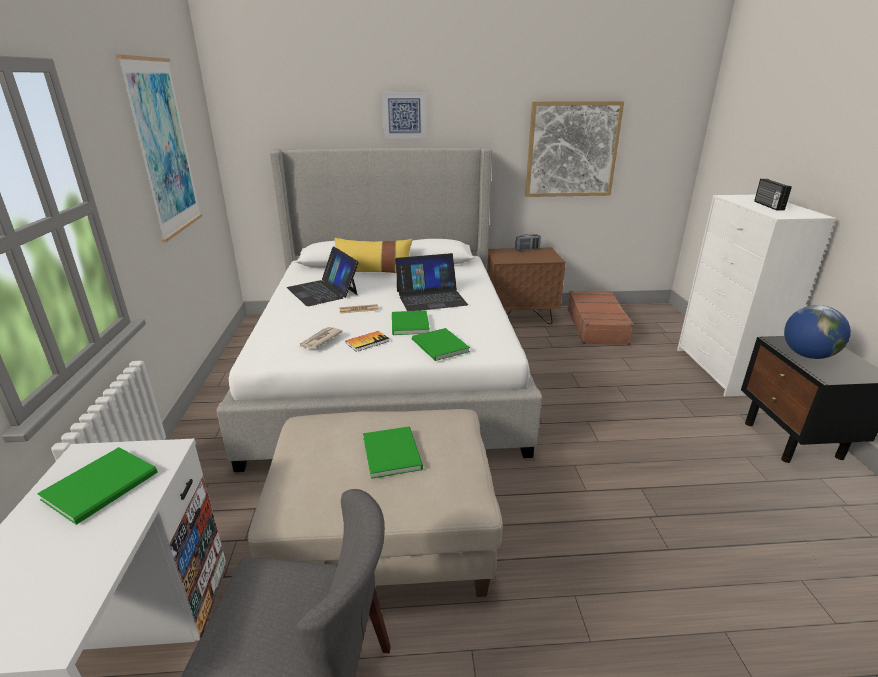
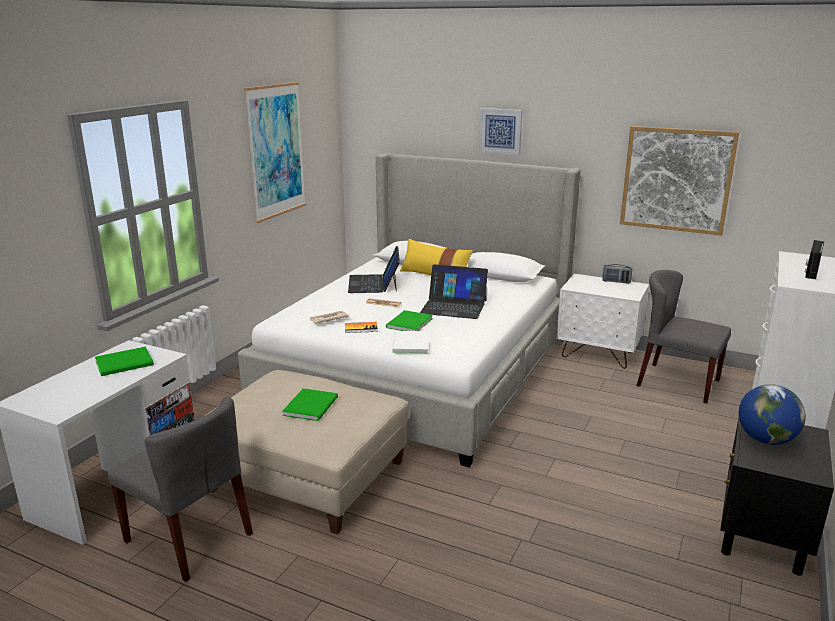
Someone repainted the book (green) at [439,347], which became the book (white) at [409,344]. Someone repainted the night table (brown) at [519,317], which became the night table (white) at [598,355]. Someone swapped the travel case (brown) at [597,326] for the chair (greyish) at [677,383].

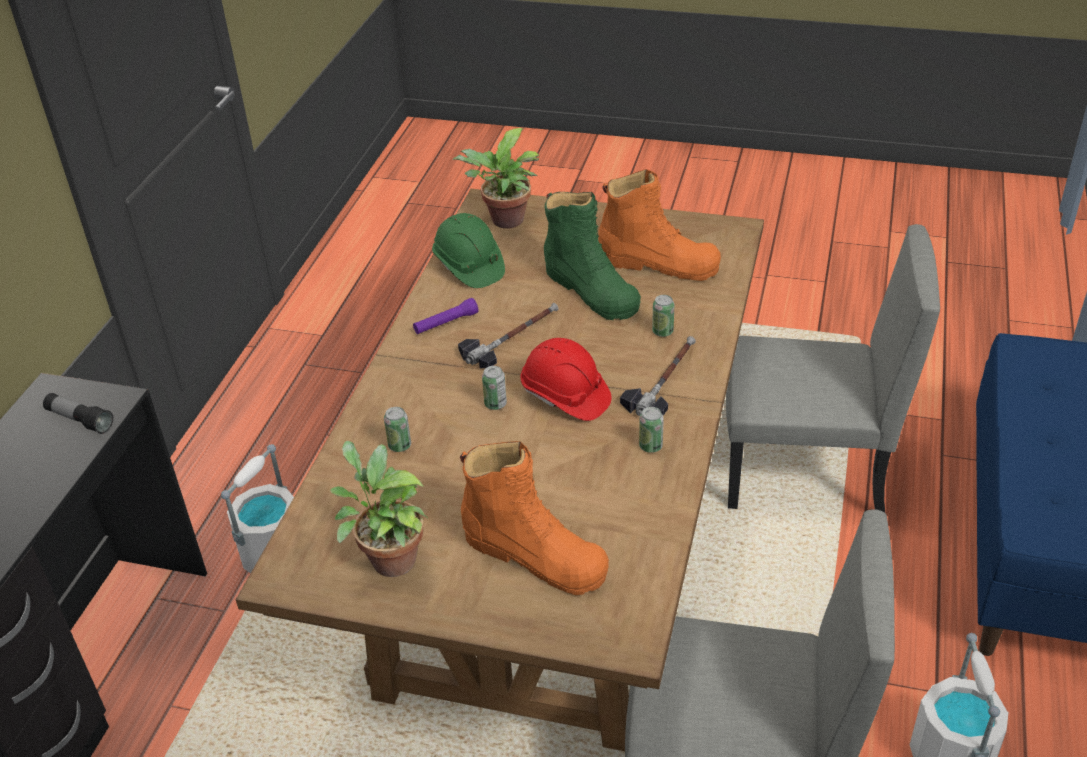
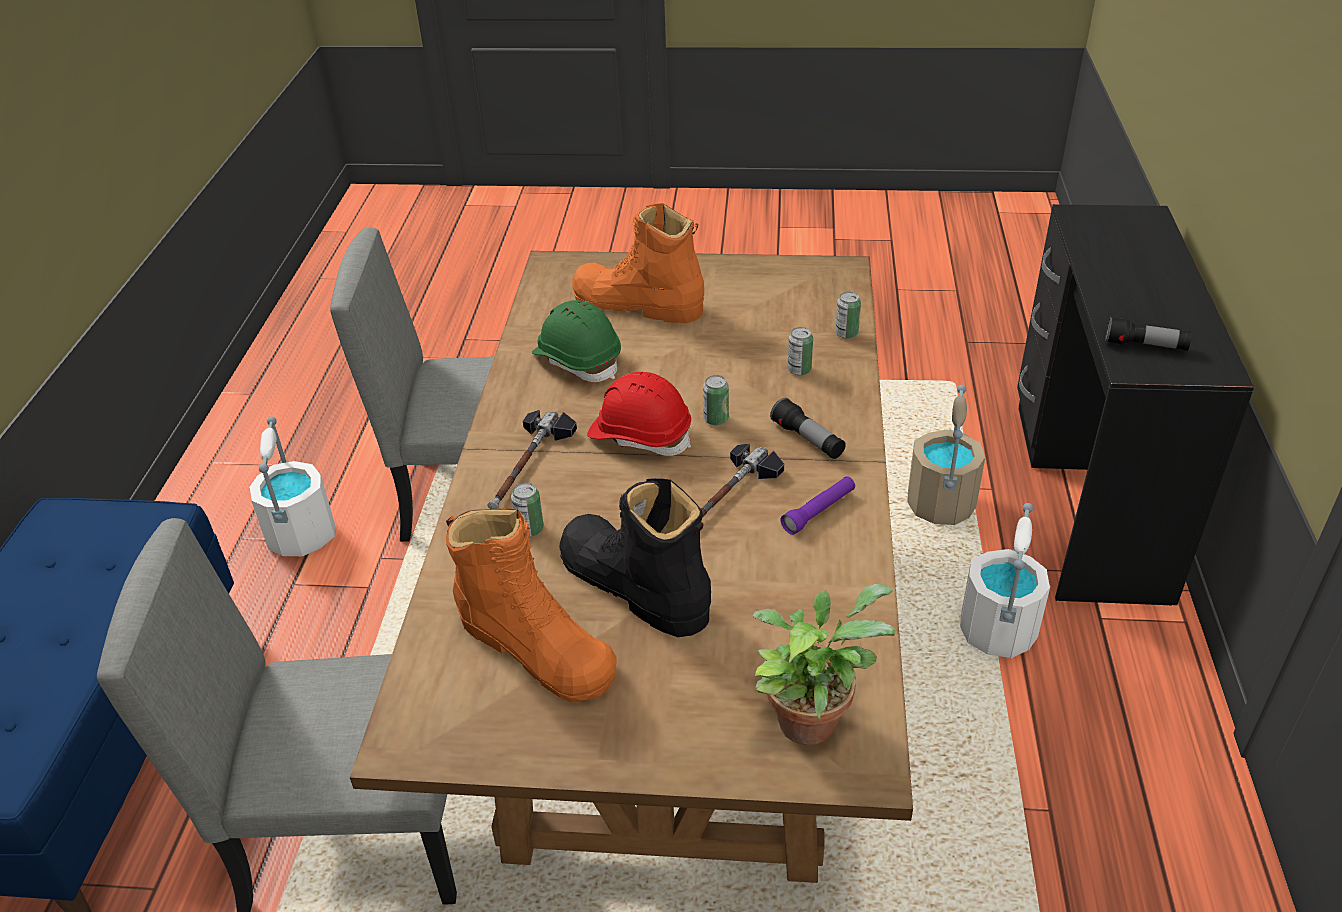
Someone rotated the tall boot (orange-coloured) at [659,263] by 150 degrees counterclockwise. Someone carried the work helmet (green) from [468,266] to [578,360]. Someone repainted the tall boot (green) at [591,290], which became the tall boot (black-coloured) at [634,586]. Someone put down the flashlight at [807,440]. Someone carried the sealed can from [650,446] to [846,333]. Someone put down the pail (sand-coloured) at [941,504]. Someone took away the potted plant at [388,558].

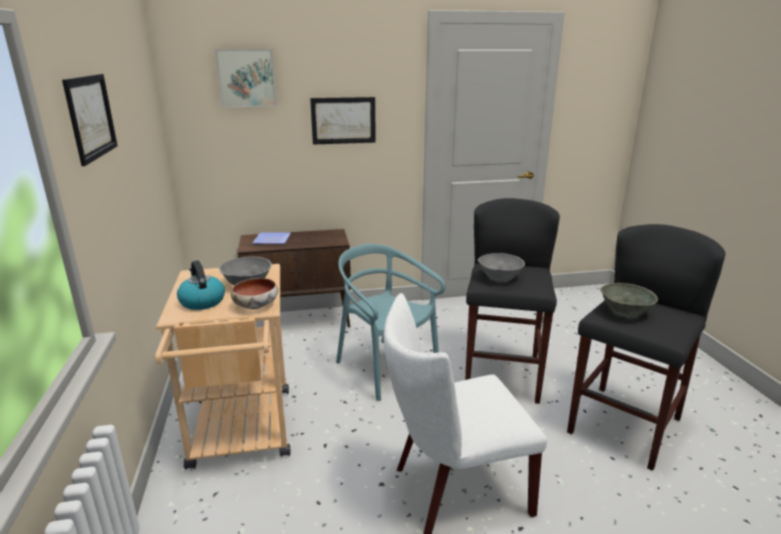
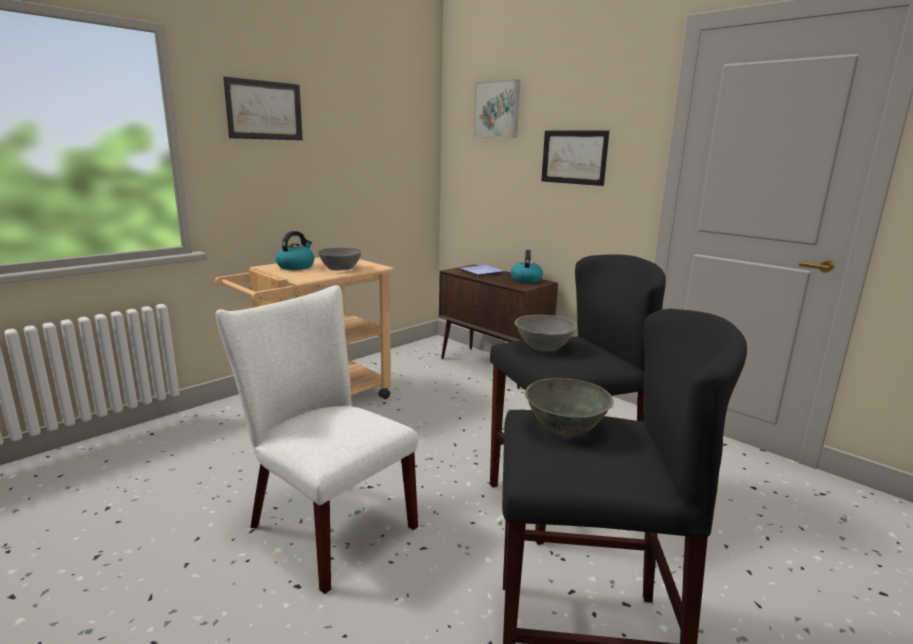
Someone put down the water kettle at [526,280]. Someone took away the deep dish at [256,305]. Someone took away the chair (turquoise-coloured) at [385,368].

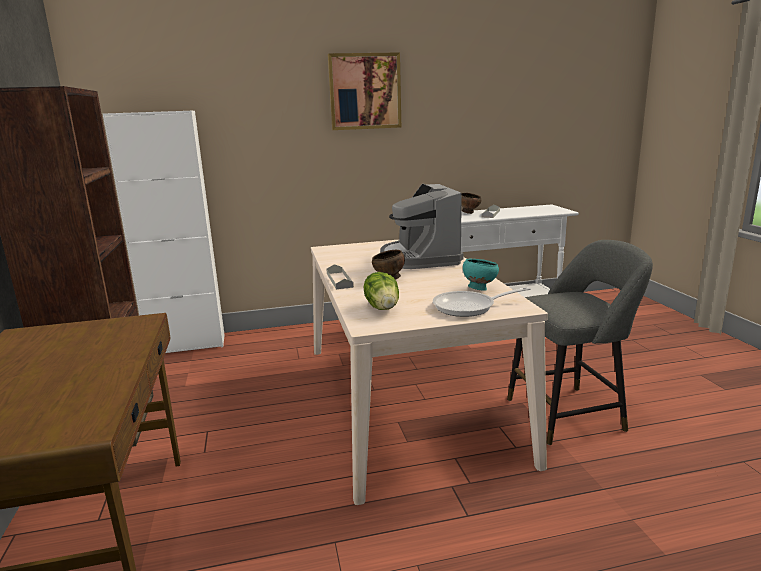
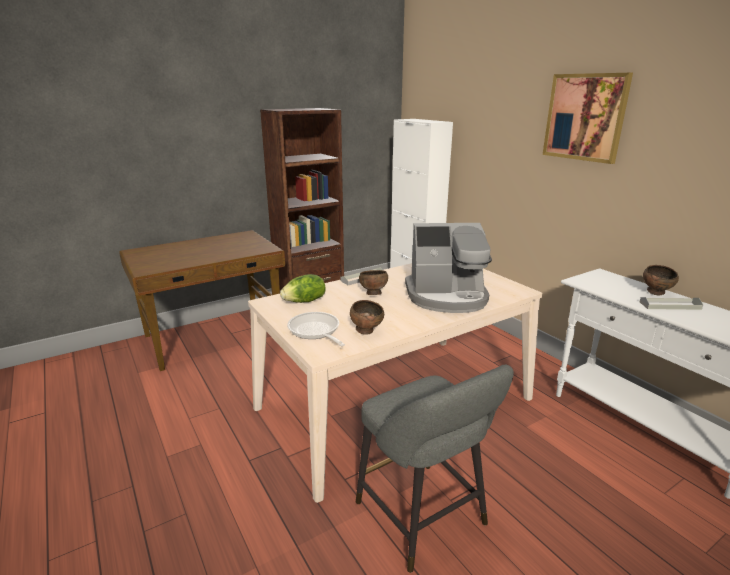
Someone repainted the deep dish (turquoise-coloured) at [479,289], which became the deep dish (brown) at [367,331]. Someone rotated the coffee maker at [419,258] by 150 degrees counterclockwise.

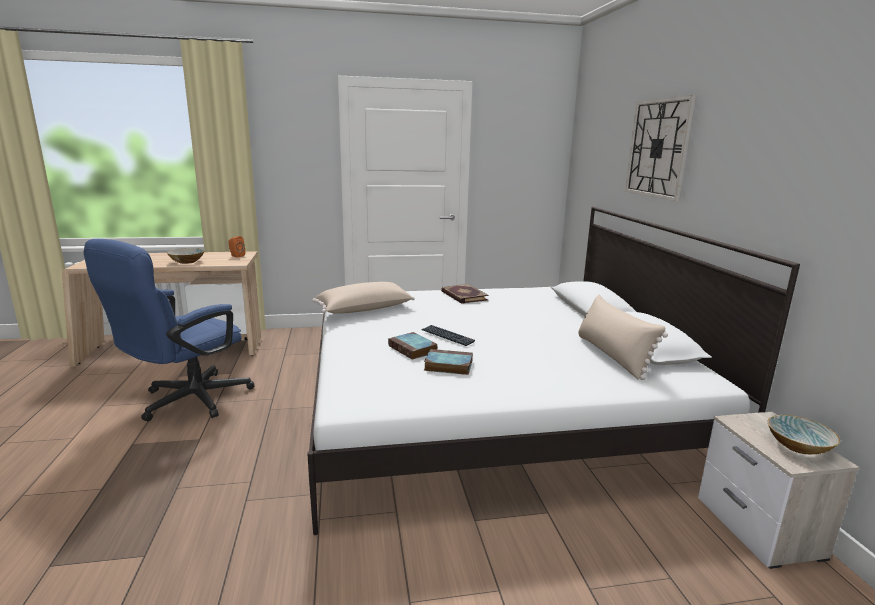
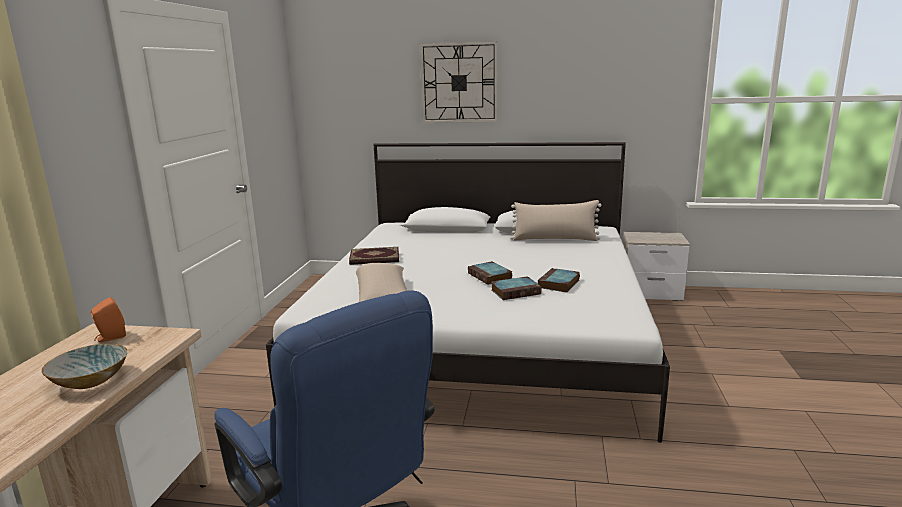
Someone swapped the PC keyboard at [447,336] for the book at [490,276]. Someone took away the deep dish at [799,446].

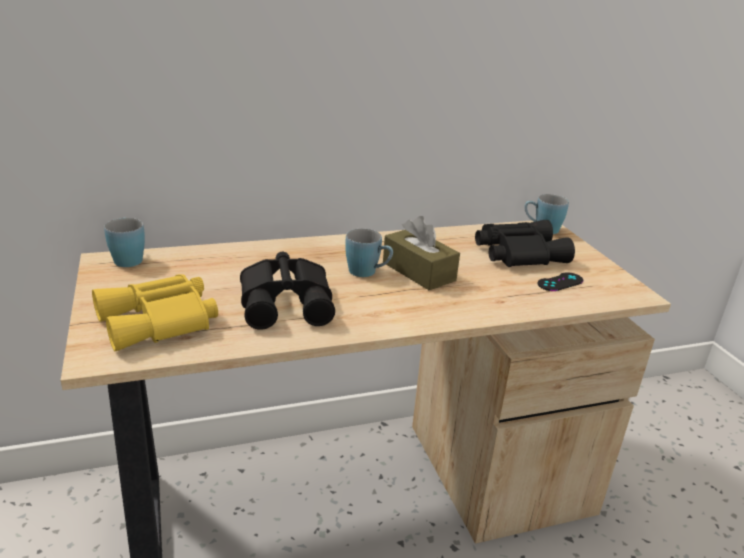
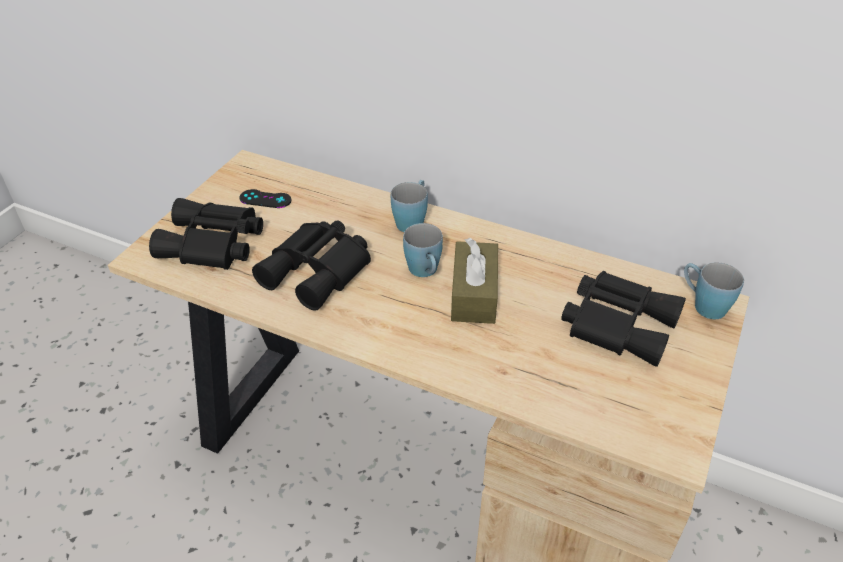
Someone repainted the pair of binoculars (yellow-coloured) at [160,322], which became the pair of binoculars (black-coloured) at [212,245]. Someone carried the game controller (black-coloured) from [560,282] to [265,199]. Someone carried the mug (blue) from [128,258] to [412,220].

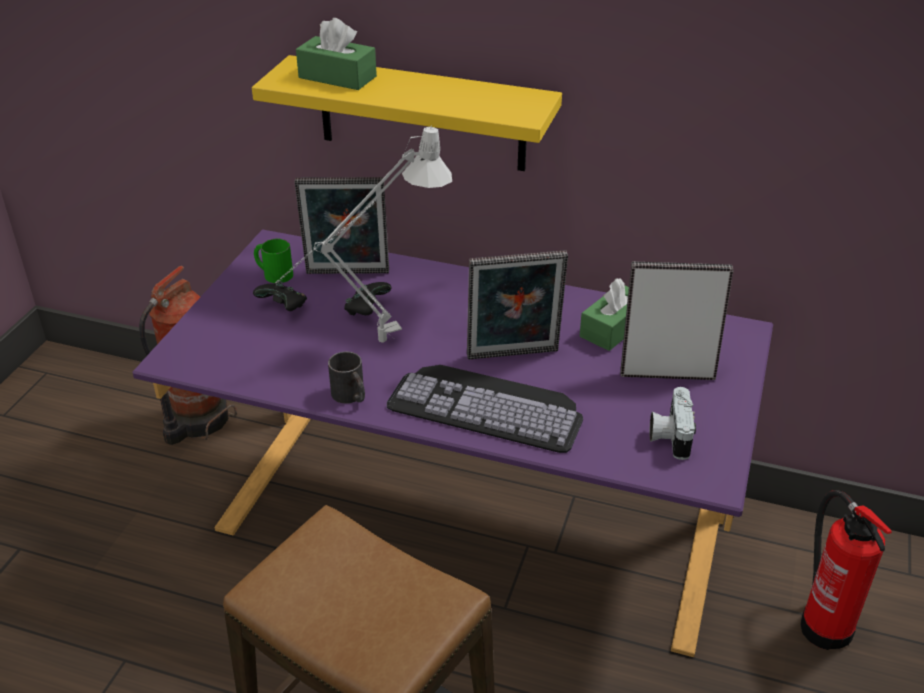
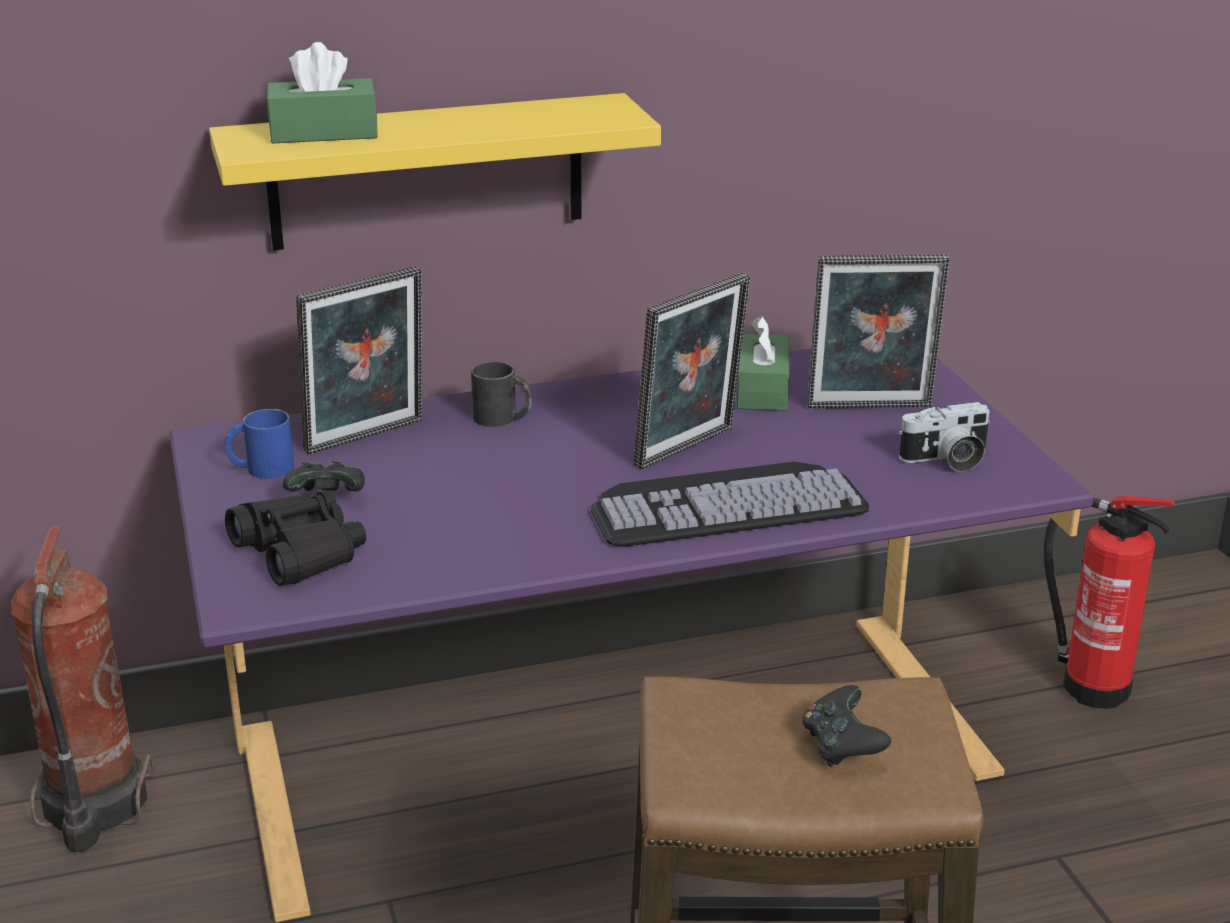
Someone repainted the mug (green) at [273,273], which became the mug (blue) at [261,468]. Someone put down the pair of binoculars (black-coloured) at [300,552]. Someone carried the mug (black-coloured) from [351,396] to [503,418]. Someone carried the game controller (black-coloured) from [367,309] to [841,746]. Someone rotated the standing frame at [666,372] by 150 degrees counterclockwise. Someone rotated the photo camera at [669,435] by 75 degrees counterclockwise. Someone took away the tabletop lamp (greyish) at [371,346].

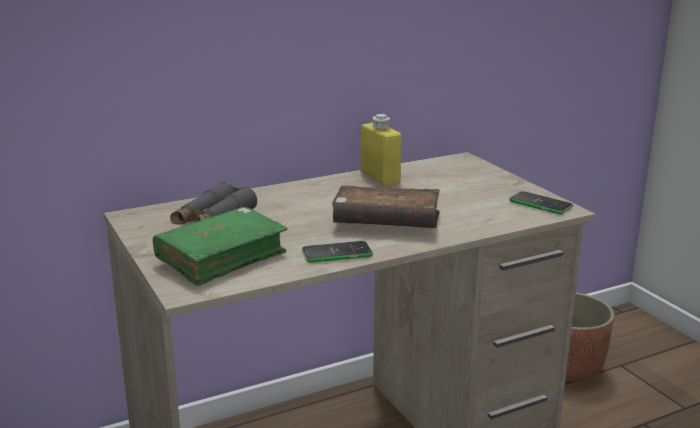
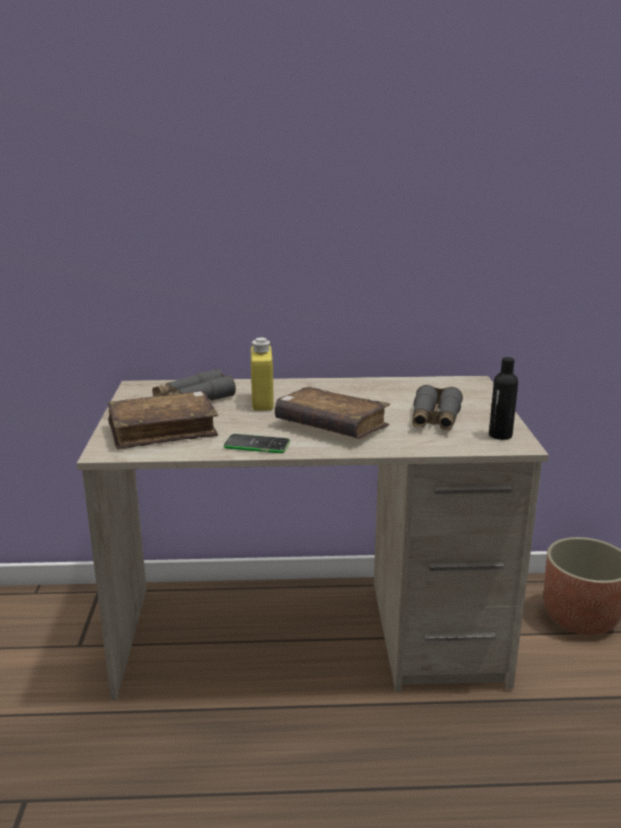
Someone repainted the book (green) at [221,257], which became the book (brown) at [163,431]. Someone carried the drink bottle (yellow-coloured) from [380,178] to [262,402]. Someone put down the pair of binoculars (greyish) at [435,419]. Someone swapped the telephone at [540,204] for the drink bottle (black-coloured) at [500,435].

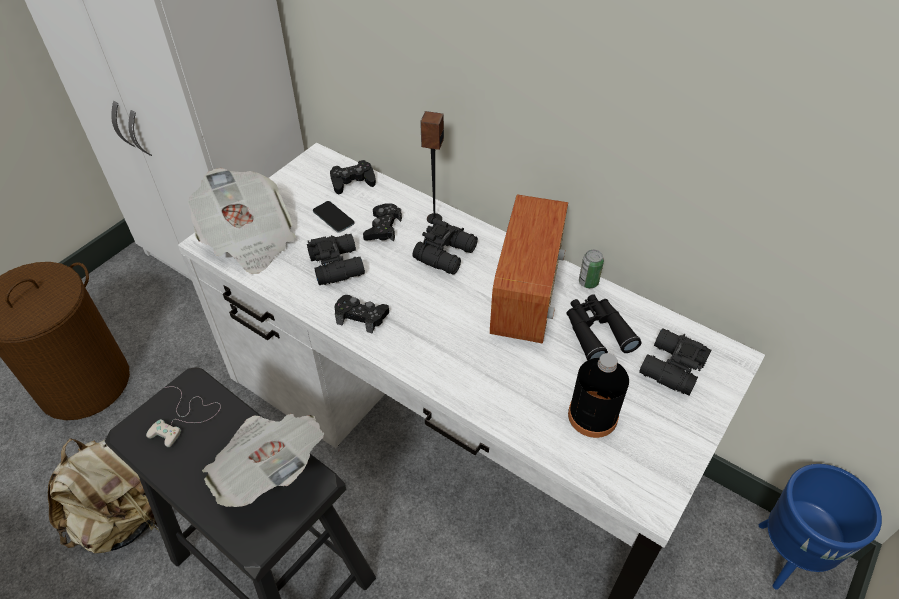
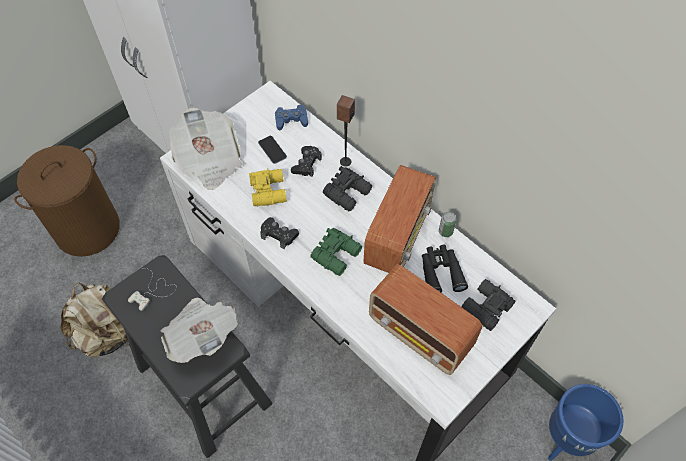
Someone repainted the pair of binoculars (black-coloured) at [337,264], which became the pair of binoculars (yellow-coloured) at [269,190]. Someone repainted the game controller (black-coloured) at [352,181], which became the game controller (blue) at [291,120]. Someone put down the pair of binoculars (green) at [338,255]. Someone swapped the drink bottle (black-coloured) at [592,416] for the radio receiver at [420,334].

